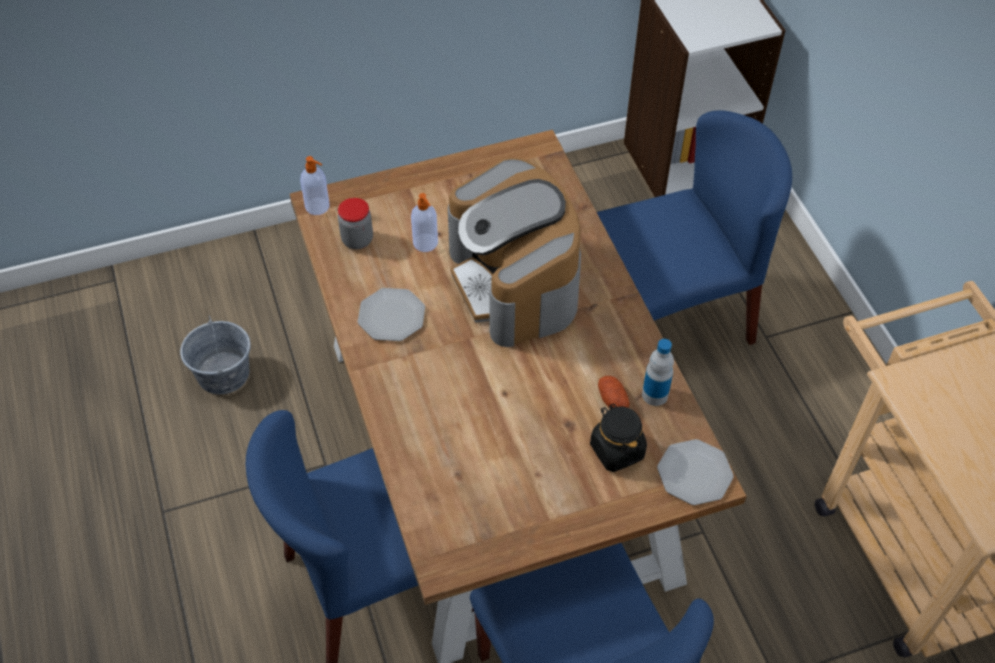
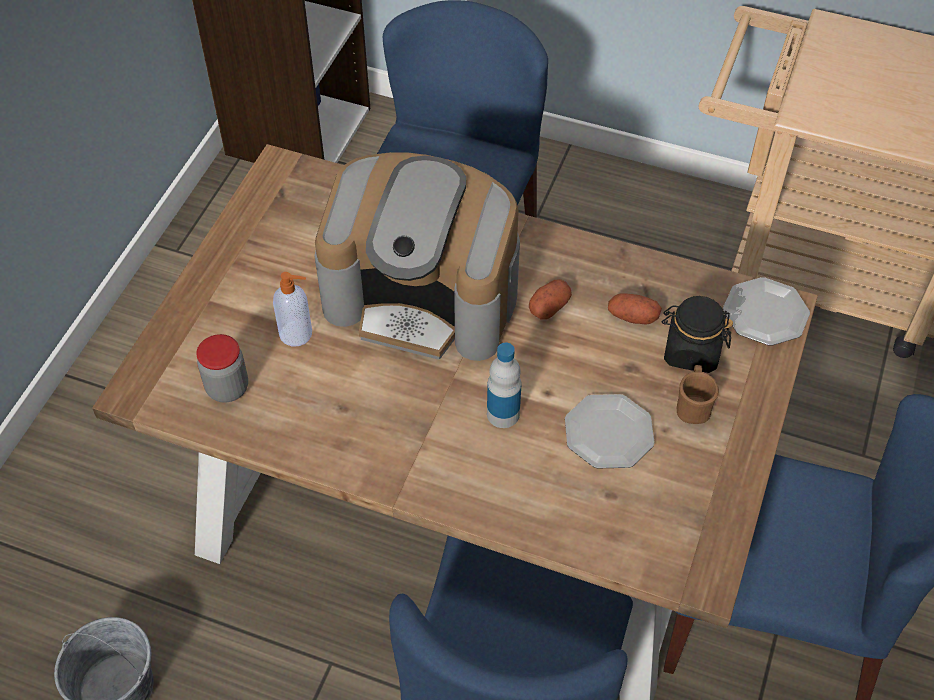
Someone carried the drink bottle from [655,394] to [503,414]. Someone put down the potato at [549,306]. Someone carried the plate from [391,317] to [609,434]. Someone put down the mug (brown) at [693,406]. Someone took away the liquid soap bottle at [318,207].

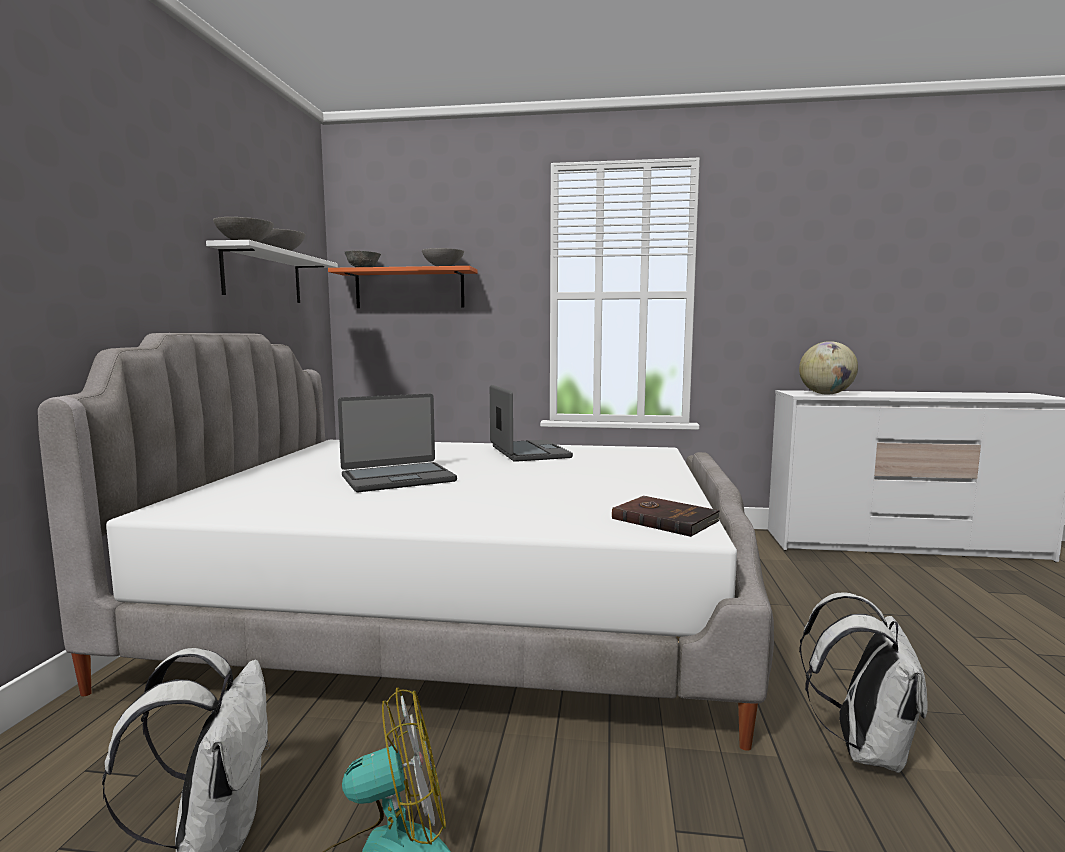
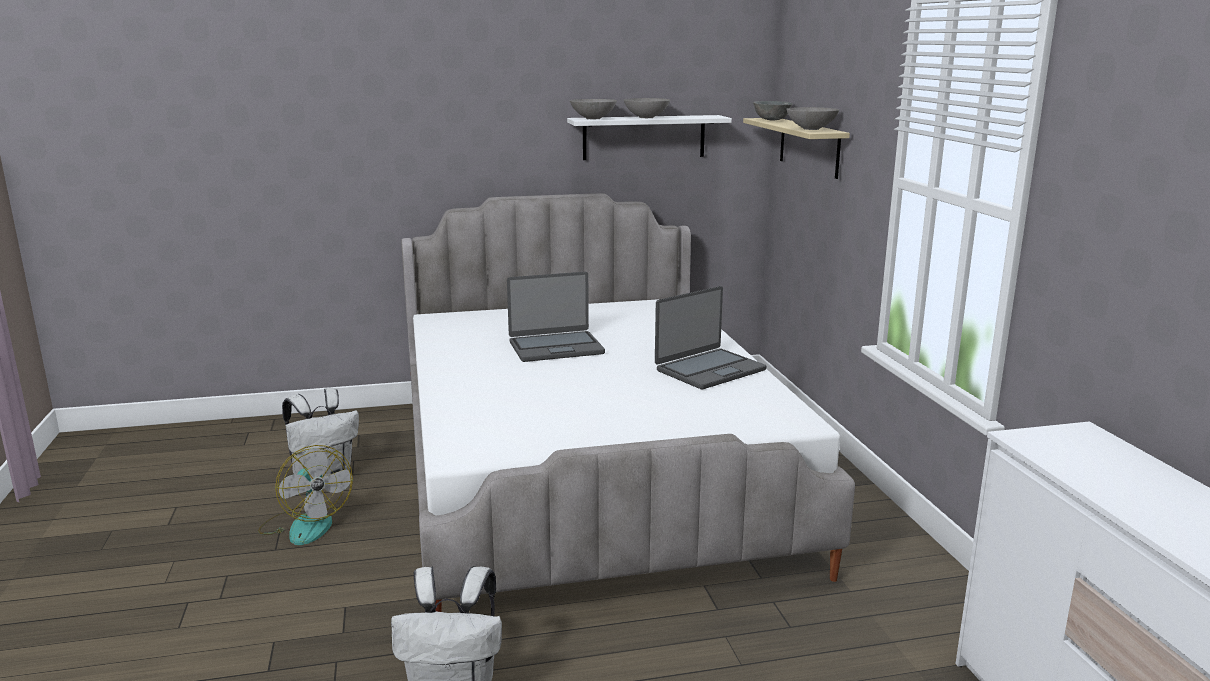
Someone rotated the notebook computer at [397,478] by 60 degrees counterclockwise. Someone repainted the bracket shelf (orange-coloured) at [409,289], which became the bracket shelf (sand-coloured) at [809,147]. Someone took away the book (brown) at [665,519]. Someone took away the world globe at [826,394].

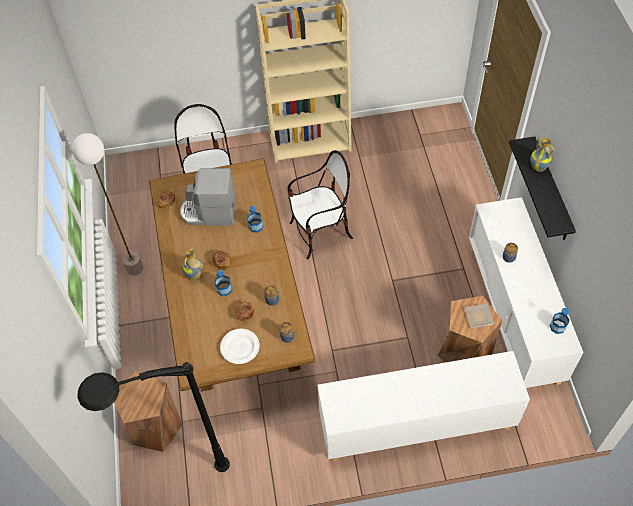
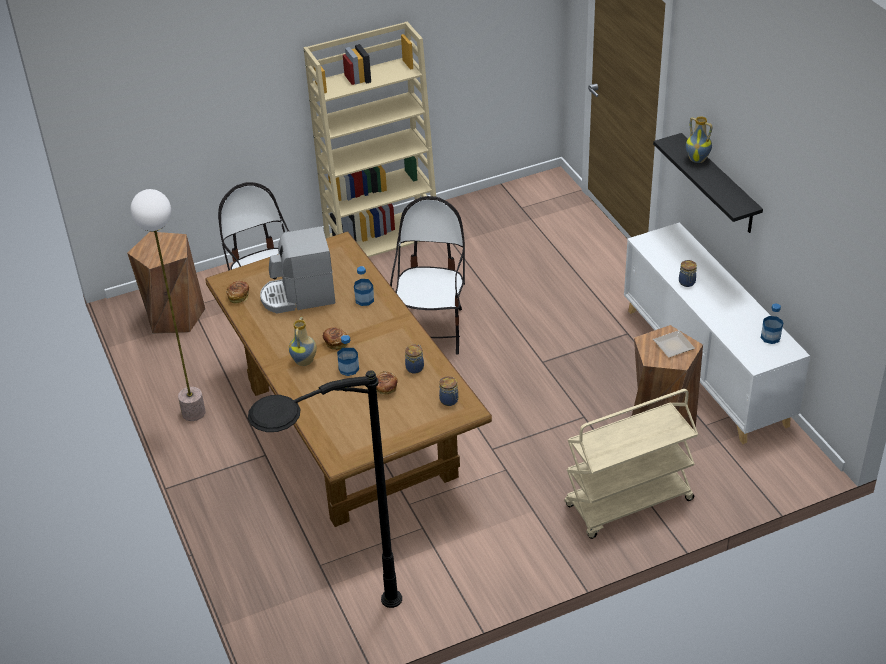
Someone carried the stool seat (brown) from [155,427] to [174,316]. Someone rotated the chair at [320,233] by 45 degrees counterclockwise. Someone swapped the cabinet (white) at [416,424] for the cart (sand-coloured) at [628,504]. Someone took away the plate (white) at [239,347].

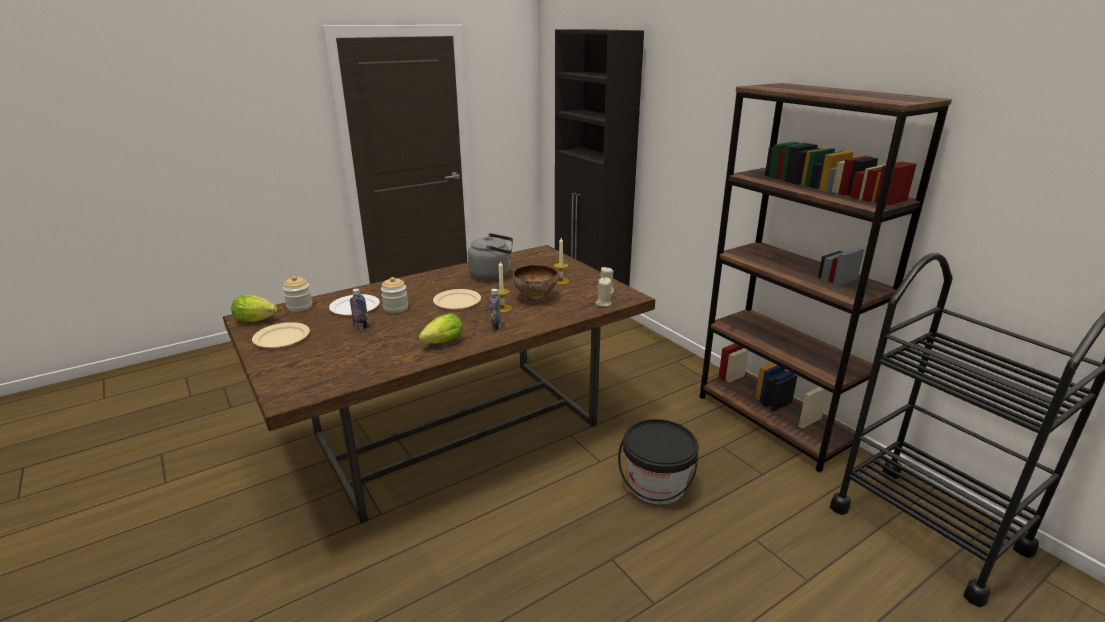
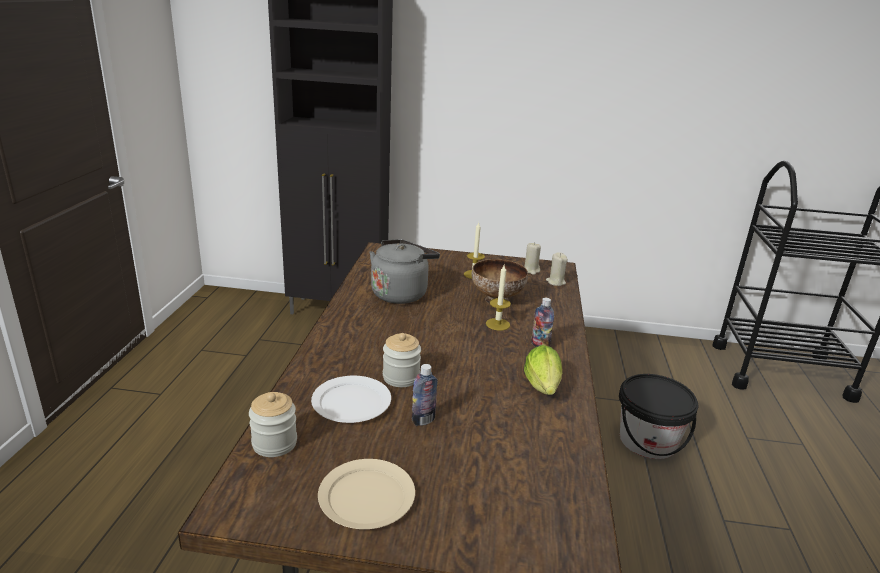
Someone took away the lettuce at [258,320]. Someone took away the plate (sand-coloured) at [457,301]. Someone took away the bookshelf (brown) at [774,421].

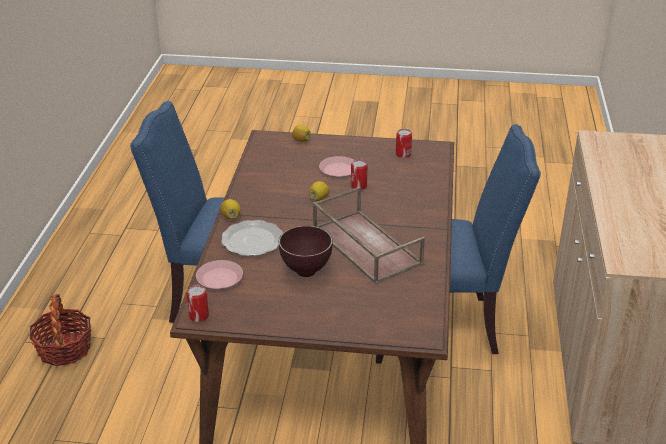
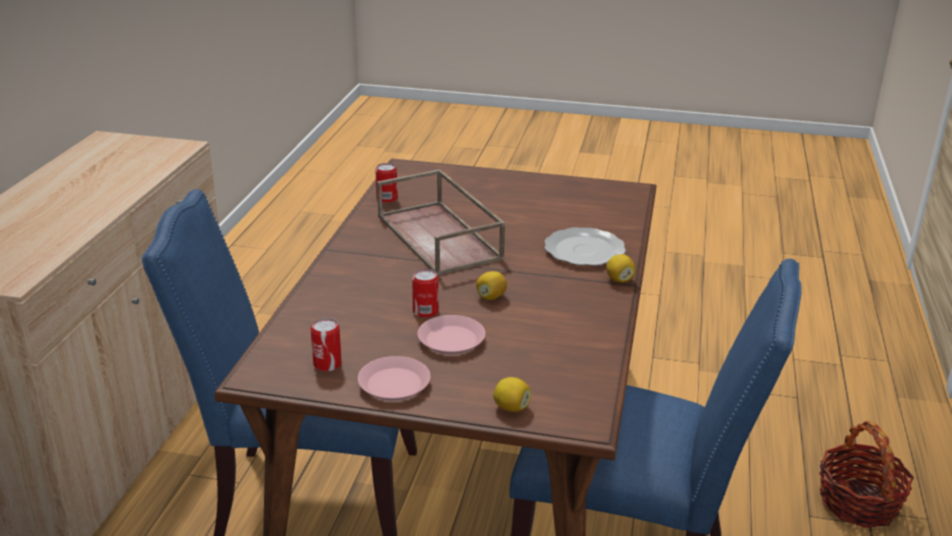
Someone carried the plate (pinkish) from [219,279] to [394,384]. Someone carried the sealed can from [199,316] to [387,199]. Someone took away the deep dish (brown) at [306,272].

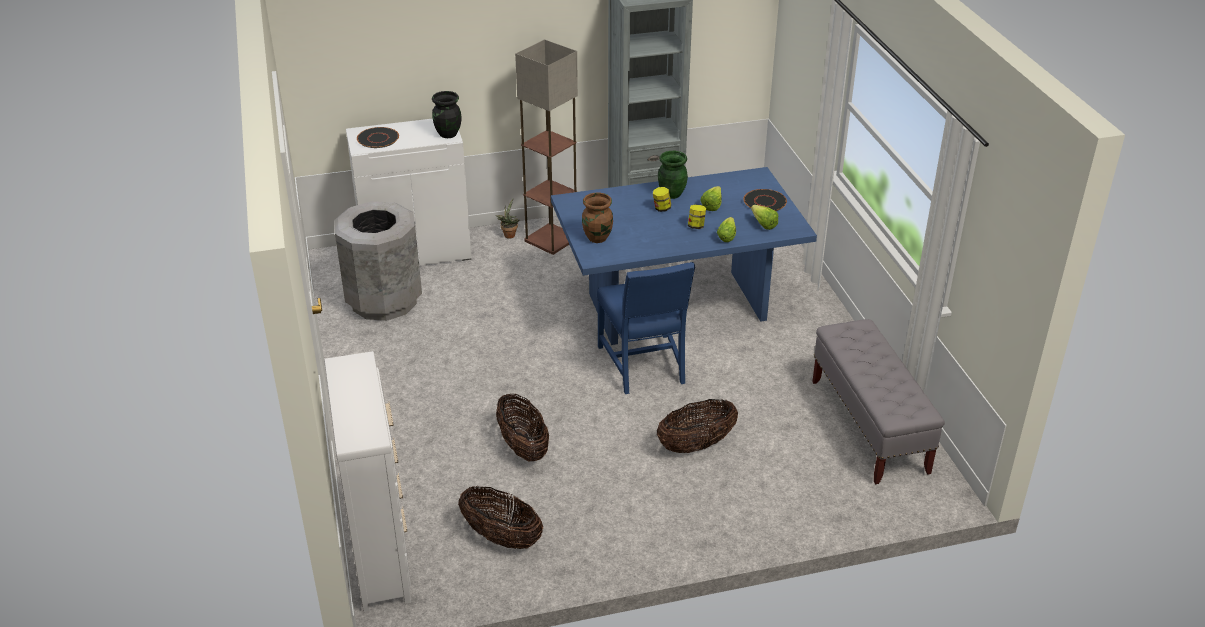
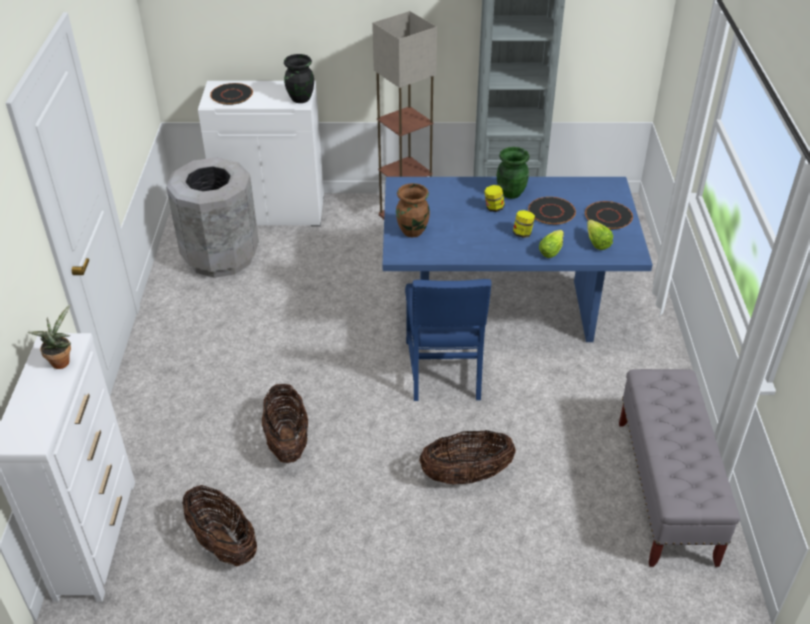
Someone carried the potted plant from [509,234] to [61,361]. Someone swapped the lettuce at [713,205] for the plate (black-coloured) at [551,212].

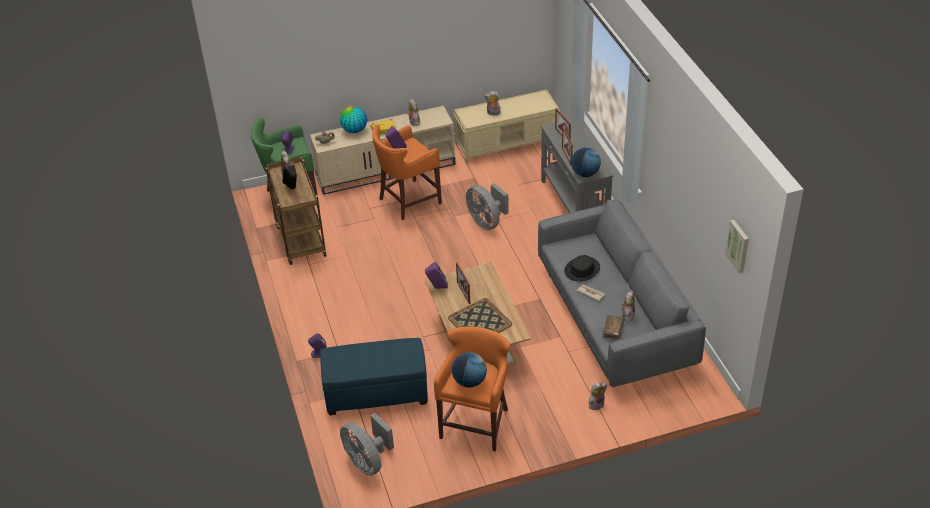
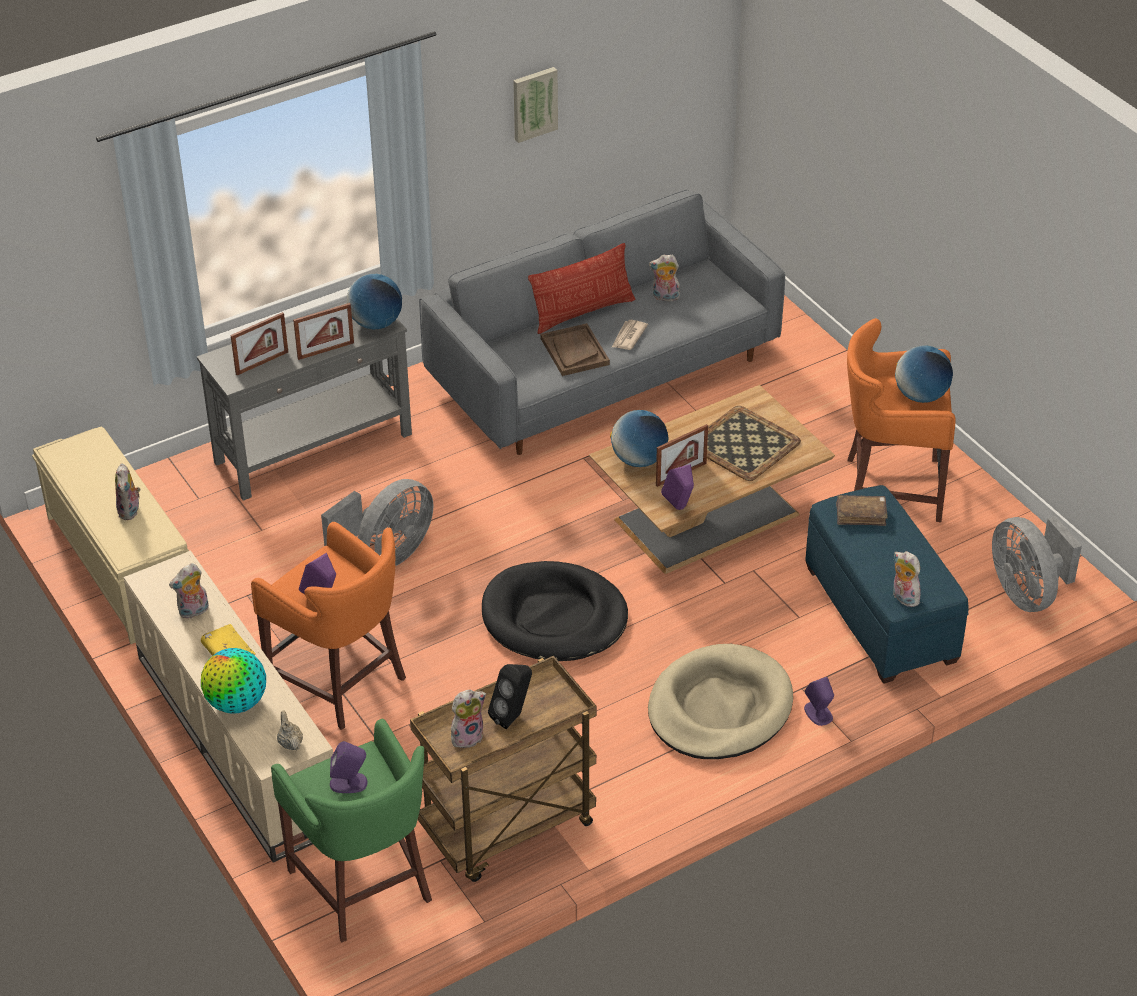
Someone put down the dog cushion (black-coloured) at [554,617]. Someone carried the wall picture from [738,246] to [534,103]. Someone put down the throw pillow at [582,312]. Someone swapped the hat (black-coloured) at [582,269] for the tray (brown) at [574,351]. Someone put down the world globe at [639,460]. Someone put down the dog cushion (sand-coloured) at [719,708]. Someone carried the book (brown) from [613,330] to [861,515]. Someone carried the soft toy from [596,404] to [903,598]. Someone rotated the cooling fan (greyish) at [368,461] by 120 degrees clockwise.

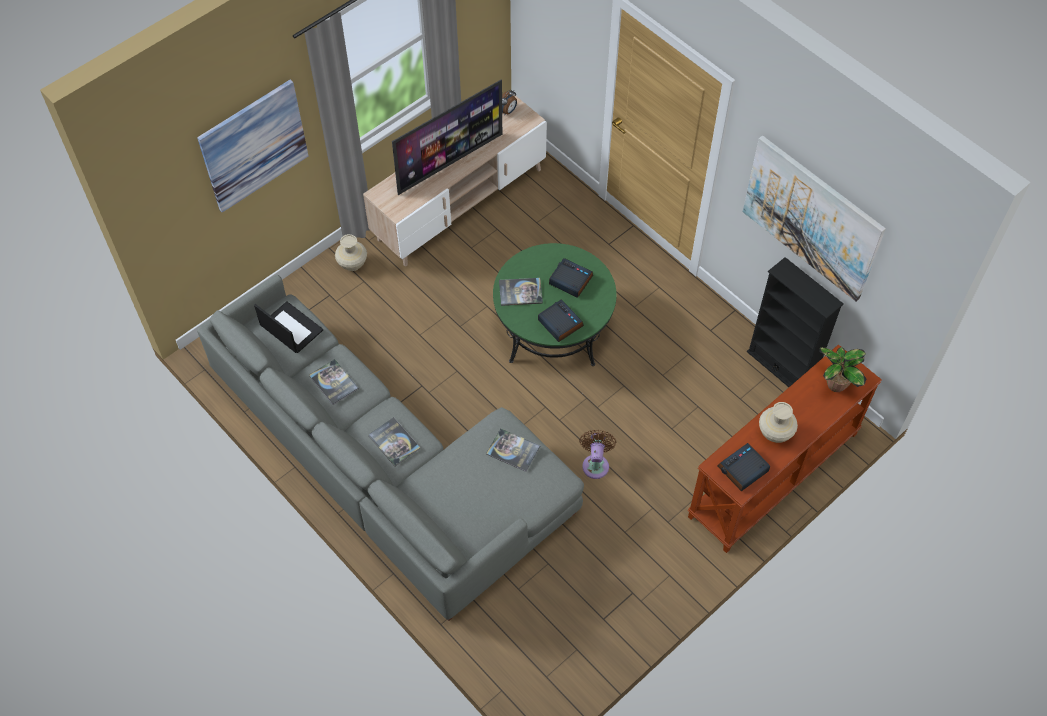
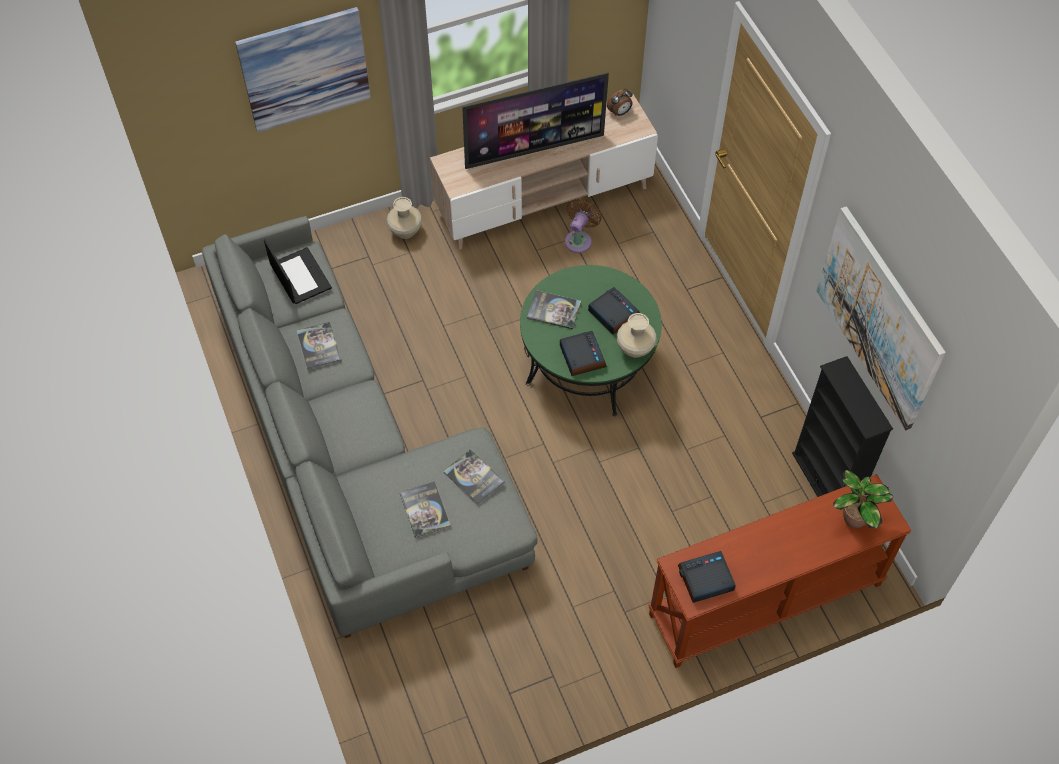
Someone carried the book from [394,442] to [425,510]. Someone carried the cooling fan (brown) from [596,463] to [579,239]. Someone carried the vase (sand-coloured) from [775,433] to [635,349].

